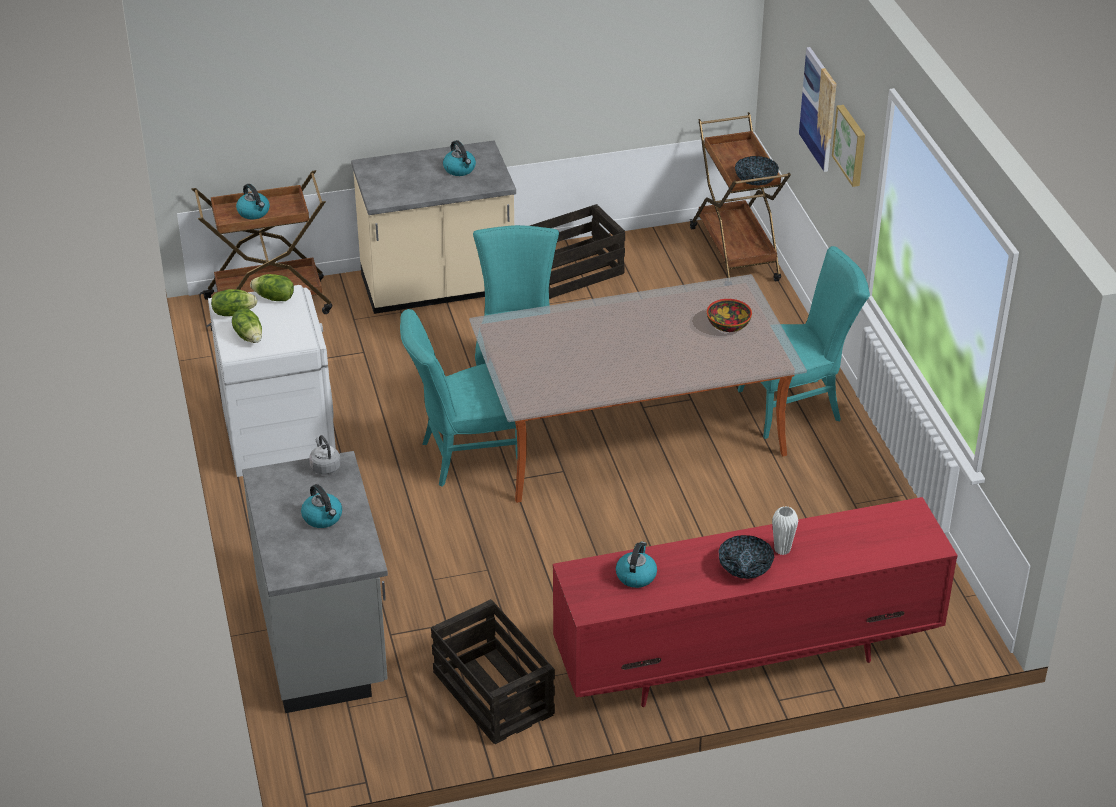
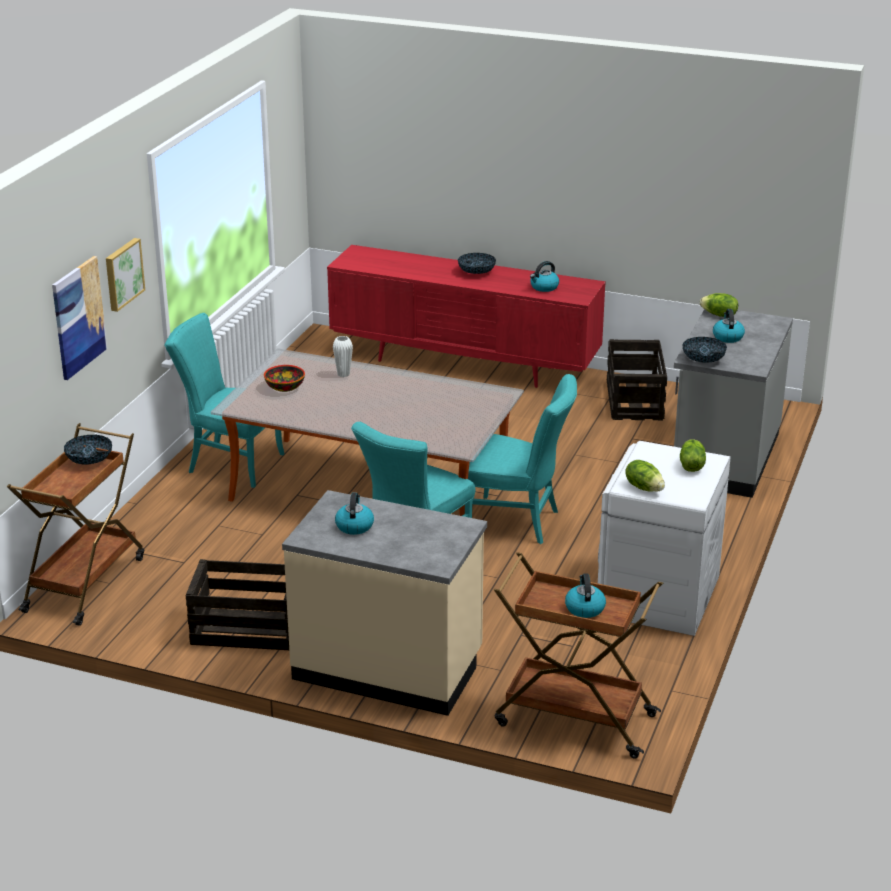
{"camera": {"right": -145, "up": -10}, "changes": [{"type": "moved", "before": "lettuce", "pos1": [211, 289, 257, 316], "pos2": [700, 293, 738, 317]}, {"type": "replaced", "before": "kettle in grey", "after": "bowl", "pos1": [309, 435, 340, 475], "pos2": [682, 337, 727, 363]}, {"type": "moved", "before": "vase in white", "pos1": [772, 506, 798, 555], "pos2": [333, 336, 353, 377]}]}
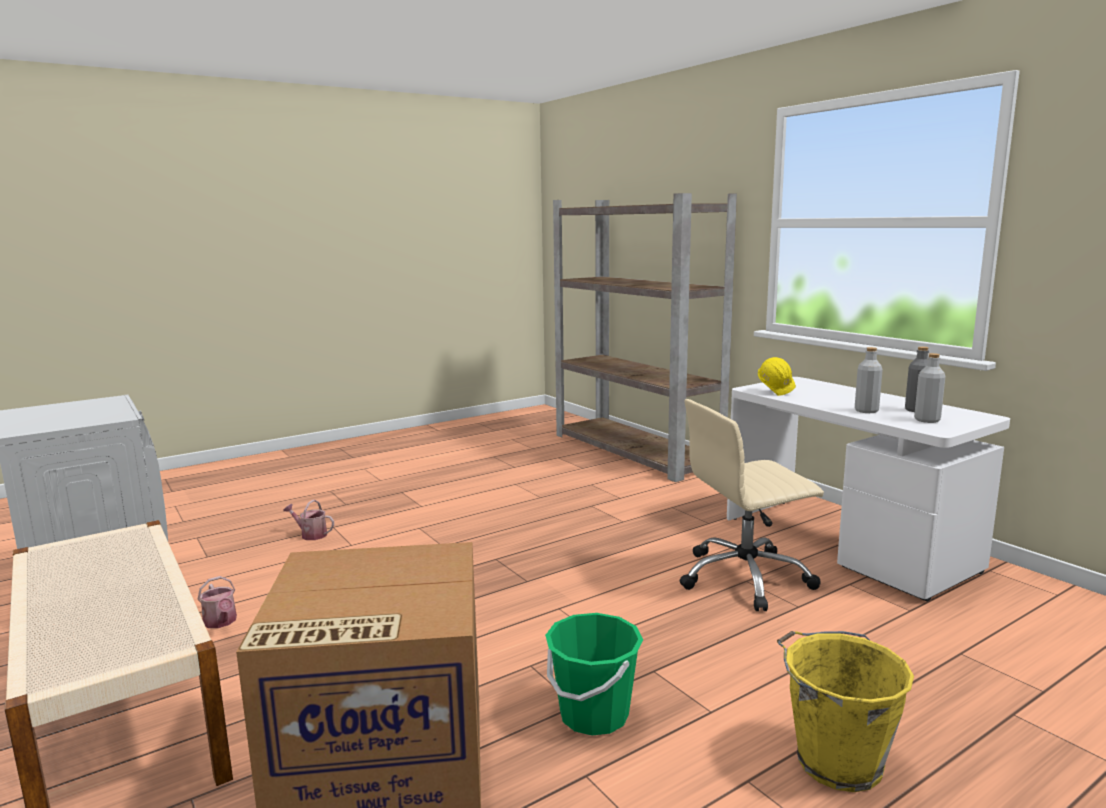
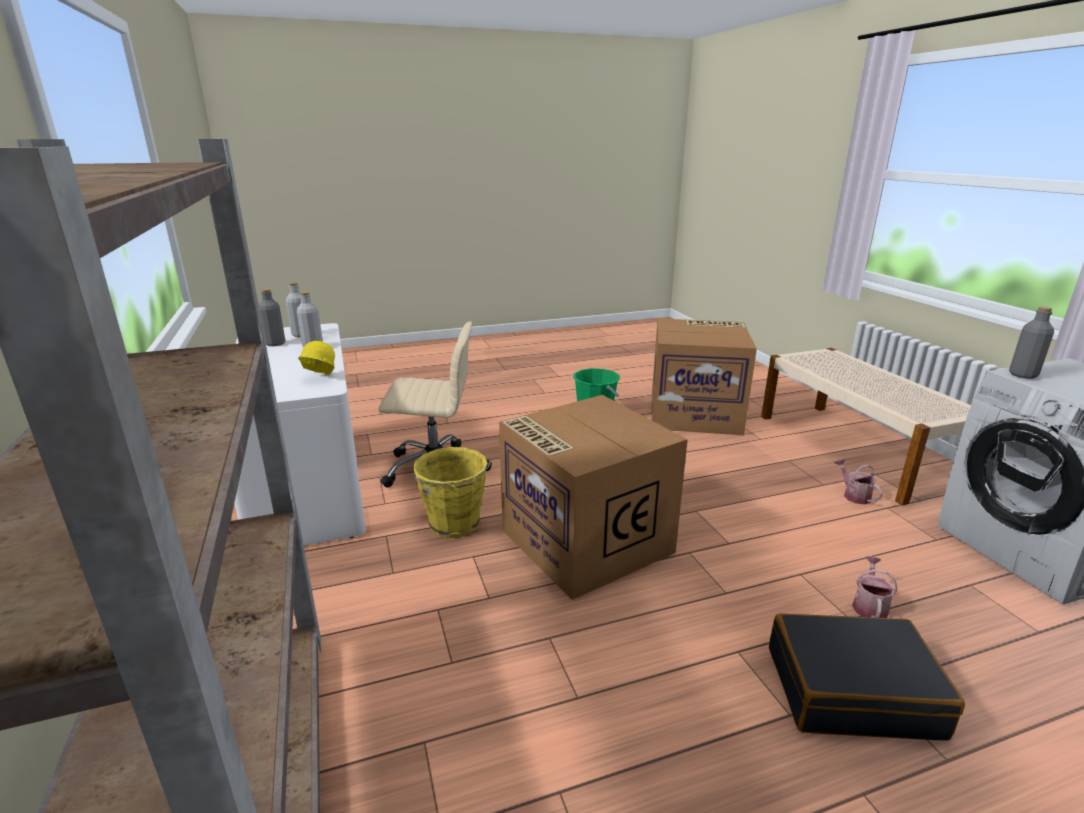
{"camera": {"right": -165, "up": 10}, "changes": [{"type": "turned", "before": "watering can", "pos1": [283, 500, 334, 540], "pos2": [852, 556, 897, 618], "turn": -105}, {"type": "moved", "before": "bucket in yellow", "pos1": [777, 631, 914, 792], "pos2": [413, 447, 491, 538]}, {"type": "added", "after": "cardboard box", "pos2": [499, 395, 688, 600]}, {"type": "added", "after": "suitcase in black", "pos2": [769, 614, 965, 740]}, {"type": "added", "after": "bottle in grey", "pos2": [1009, 306, 1054, 379]}]}
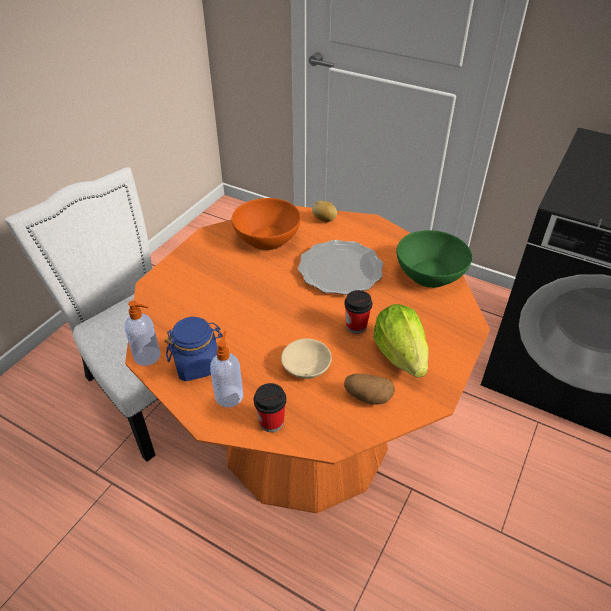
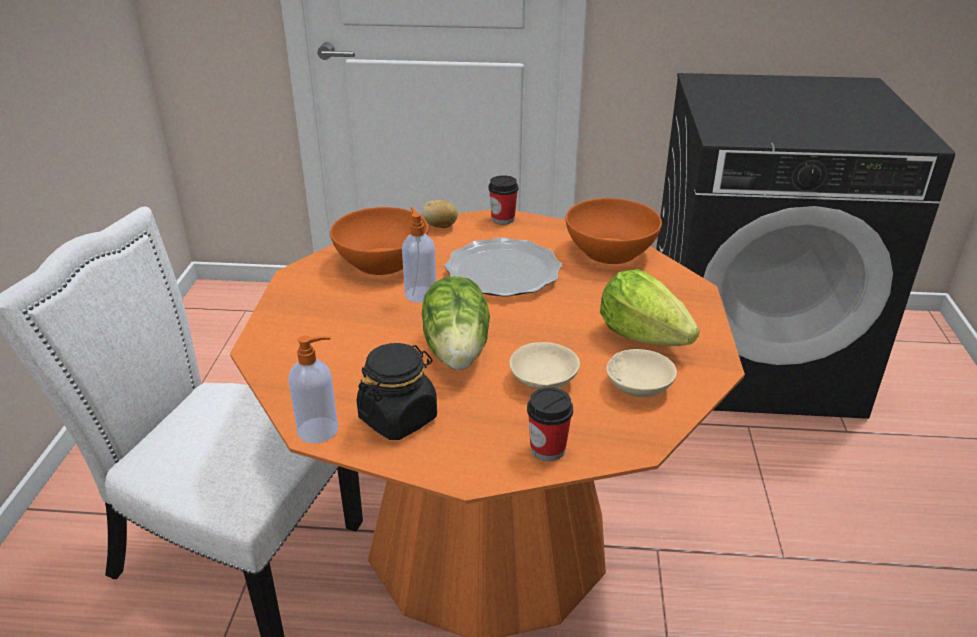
{"camera": {"right": -25, "up": -10}, "changes": [{"type": "recoloured", "before": "jar in blue", "after": "jar in black", "pos1": [165, 317, 223, 381], "pos2": [357, 343, 437, 440]}, {"type": "moved", "before": "soap dispenser", "pos1": [210, 331, 243, 408], "pos2": [402, 207, 436, 303]}, {"type": "moved", "before": "cup", "pos1": [344, 290, 372, 334], "pos2": [488, 175, 518, 224]}, {"type": "replaced", "before": "potato", "after": "bowl in beige", "pos1": [344, 374, 395, 405], "pos2": [606, 349, 677, 397]}, {"type": "recoloured", "before": "bowl in green", "after": "bowl in orange", "pos1": [397, 230, 472, 288], "pos2": [565, 198, 662, 264]}, {"type": "added", "after": "lettuce", "pos2": [422, 276, 490, 370]}]}
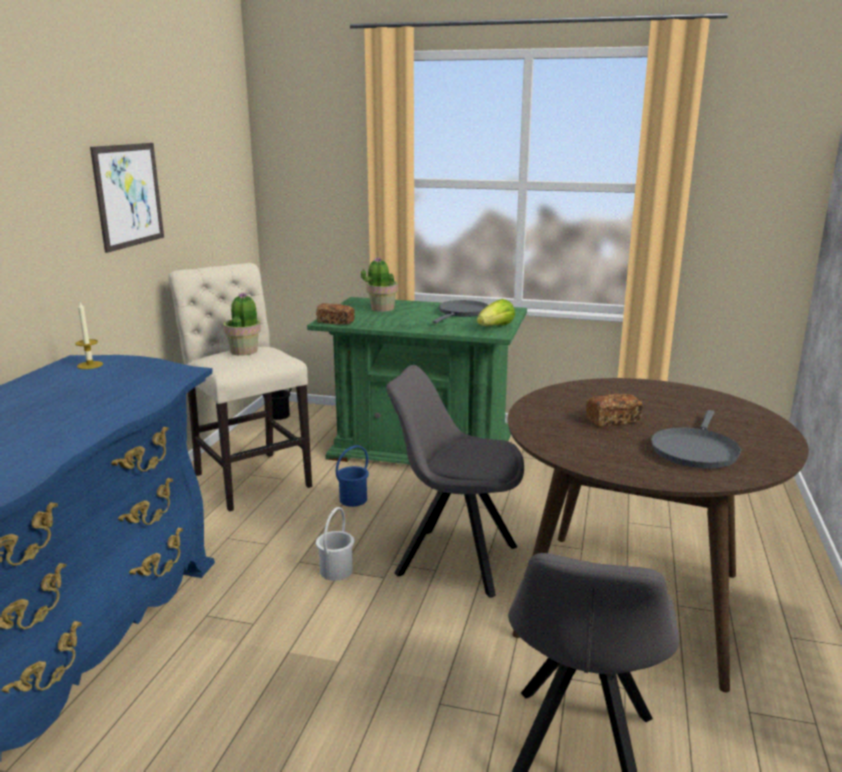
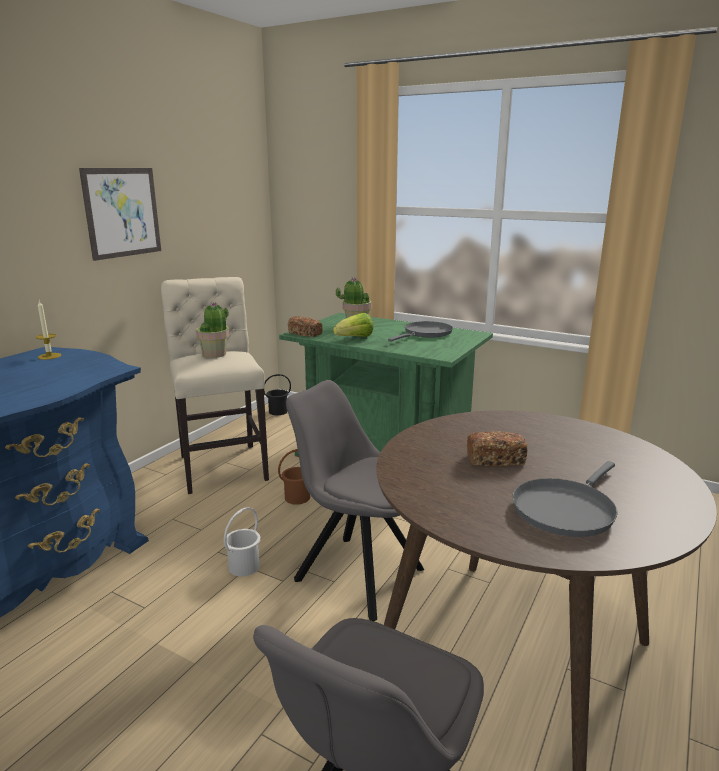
{"camera": {"right": 15, "up": 0}, "changes": [{"type": "recoloured", "before": "bucket in blue", "after": "bucket in brown", "pos1": [336, 445, 369, 507], "pos2": [278, 449, 310, 505]}, {"type": "moved", "before": "lettuce", "pos1": [477, 299, 515, 326], "pos2": [333, 313, 373, 337]}]}
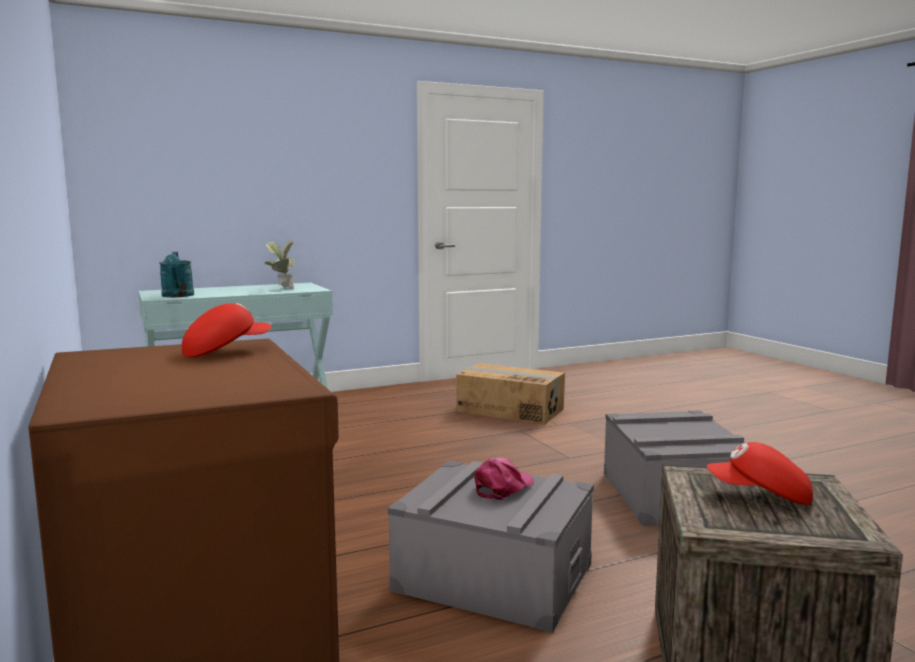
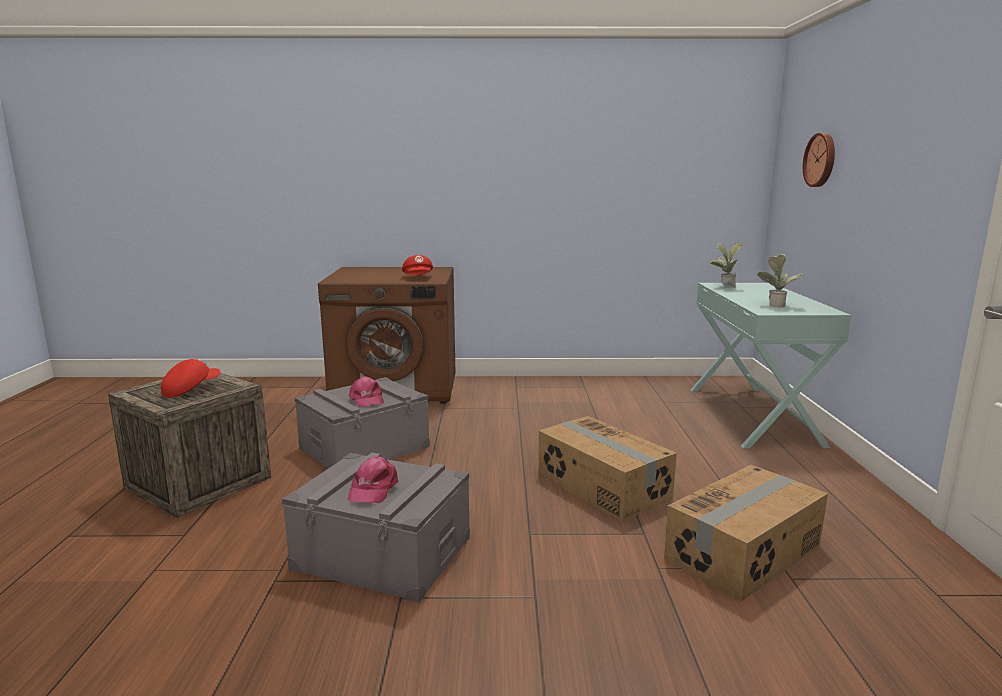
{"camera": {"right": 115, "up": 5}, "changes": [{"type": "replaced", "before": "watering can in turquoise", "after": "potted plant", "pos1": [159, 252, 194, 297], "pos2": [710, 242, 743, 288]}, {"type": "added", "after": "cap in pink", "pos2": [348, 456, 398, 503]}, {"type": "added", "after": "cardboard box", "pos2": [539, 416, 677, 522]}, {"type": "added", "after": "wall clock", "pos2": [803, 133, 835, 187]}]}
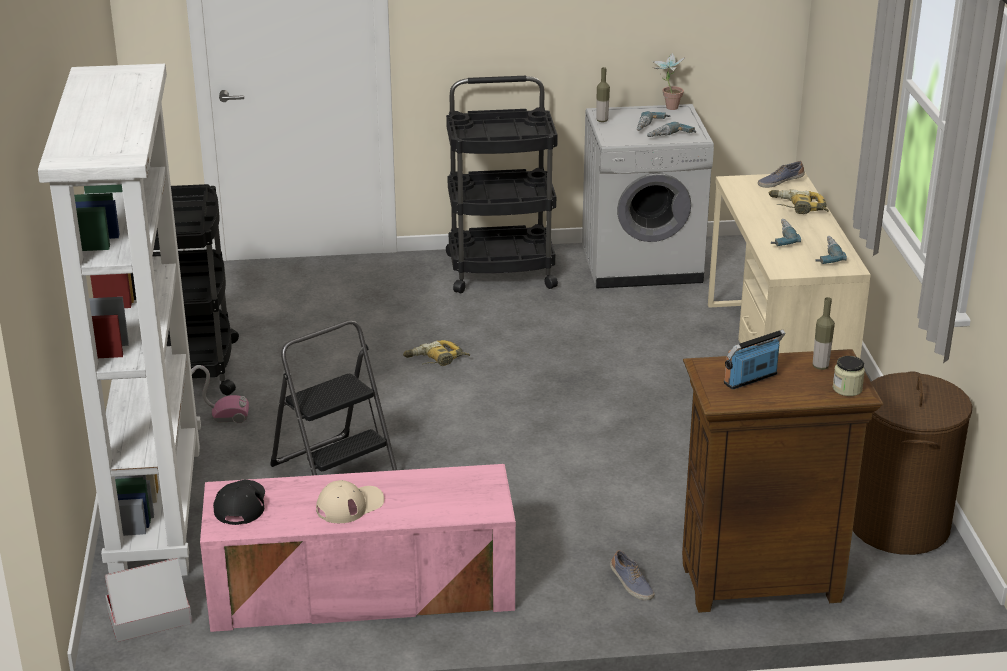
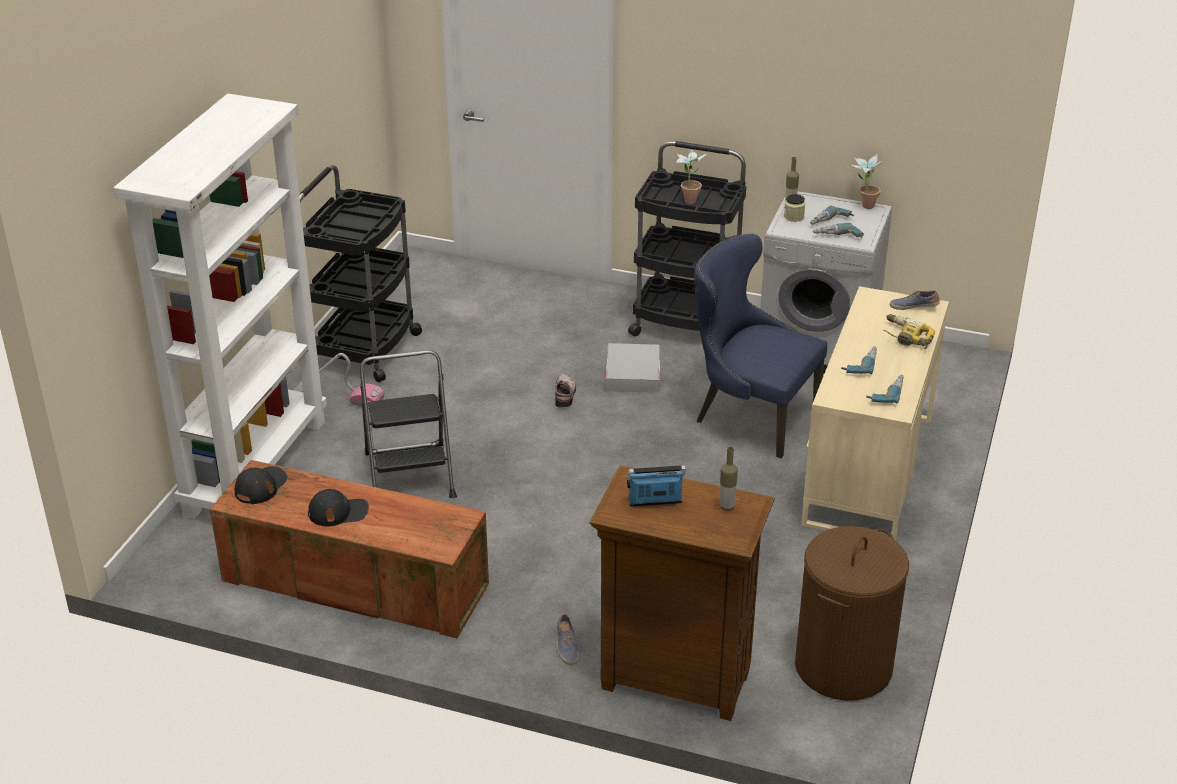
{"camera": {"right": 25, "up": 5}, "changes": [{"type": "moved", "before": "cardboard box", "pos1": [105, 558, 192, 642], "pos2": [606, 343, 660, 392]}, {"type": "recoloured", "before": "bench in pink", "after": "bench in brown", "pos1": [200, 464, 516, 632], "pos2": [210, 460, 489, 638]}, {"type": "recoloured", "before": "cap in beige", "after": "cap in black", "pos1": [316, 480, 384, 523], "pos2": [308, 489, 369, 526]}, {"type": "replaced", "before": "power drill", "after": "shoe", "pos1": [403, 340, 470, 366], "pos2": [555, 374, 576, 408]}, {"type": "moved", "before": "jar", "pos1": [833, 356, 865, 396], "pos2": [784, 194, 805, 222]}, {"type": "added", "after": "potted plant", "pos2": [676, 150, 707, 204]}, {"type": "added", "after": "chair in blue", "pos2": [694, 234, 827, 458]}]}
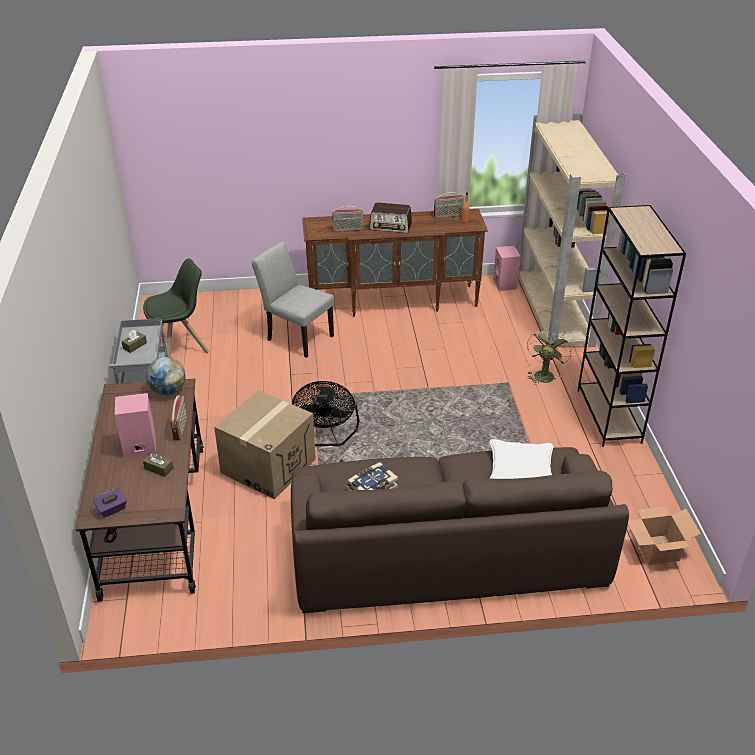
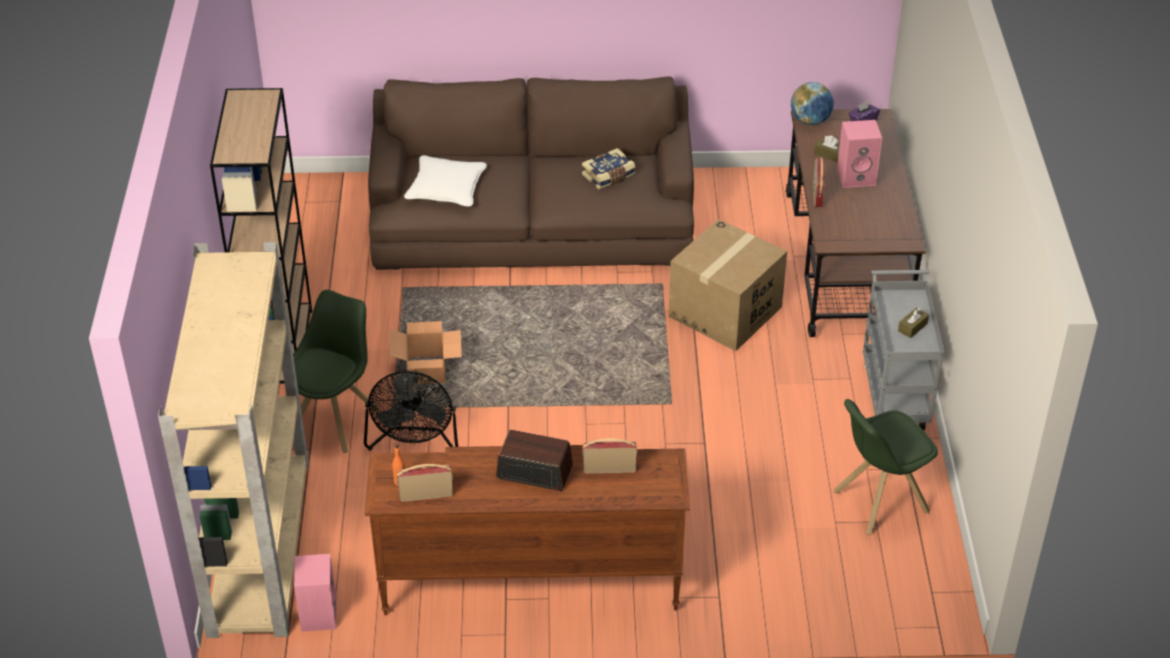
{"camera": {"right": -175, "up": 5}, "changes": [{"type": "moved", "before": "globe", "pos1": [146, 357, 185, 395], "pos2": [791, 82, 834, 125]}, {"type": "removed", "before": "chair in grey", "pos1": [251, 242, 334, 358]}, {"type": "moved", "before": "fan in black", "pos1": [292, 381, 359, 462], "pos2": [364, 370, 458, 451]}, {"type": "replaced", "before": "fan in green", "after": "chair in green", "pos1": [527, 328, 572, 385], "pos2": [293, 290, 379, 453]}, {"type": "moved", "before": "cardboard box", "pos1": [628, 506, 701, 565], "pos2": [389, 321, 462, 384]}]}
